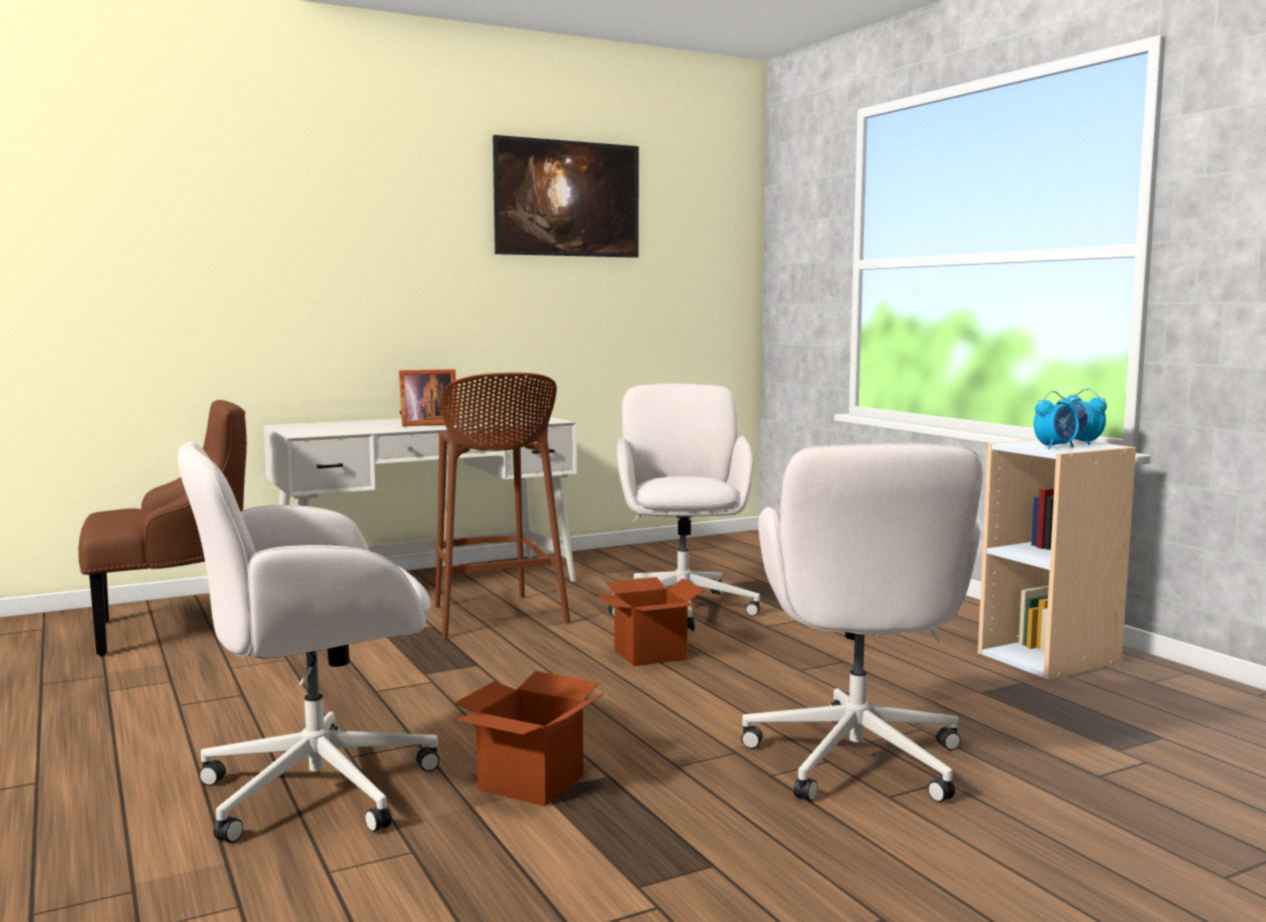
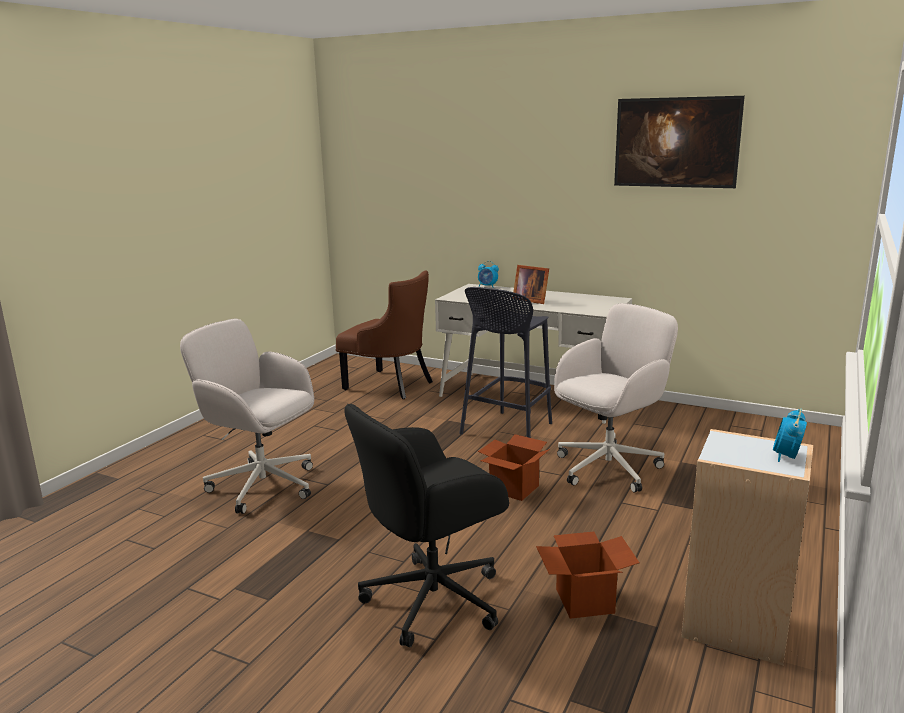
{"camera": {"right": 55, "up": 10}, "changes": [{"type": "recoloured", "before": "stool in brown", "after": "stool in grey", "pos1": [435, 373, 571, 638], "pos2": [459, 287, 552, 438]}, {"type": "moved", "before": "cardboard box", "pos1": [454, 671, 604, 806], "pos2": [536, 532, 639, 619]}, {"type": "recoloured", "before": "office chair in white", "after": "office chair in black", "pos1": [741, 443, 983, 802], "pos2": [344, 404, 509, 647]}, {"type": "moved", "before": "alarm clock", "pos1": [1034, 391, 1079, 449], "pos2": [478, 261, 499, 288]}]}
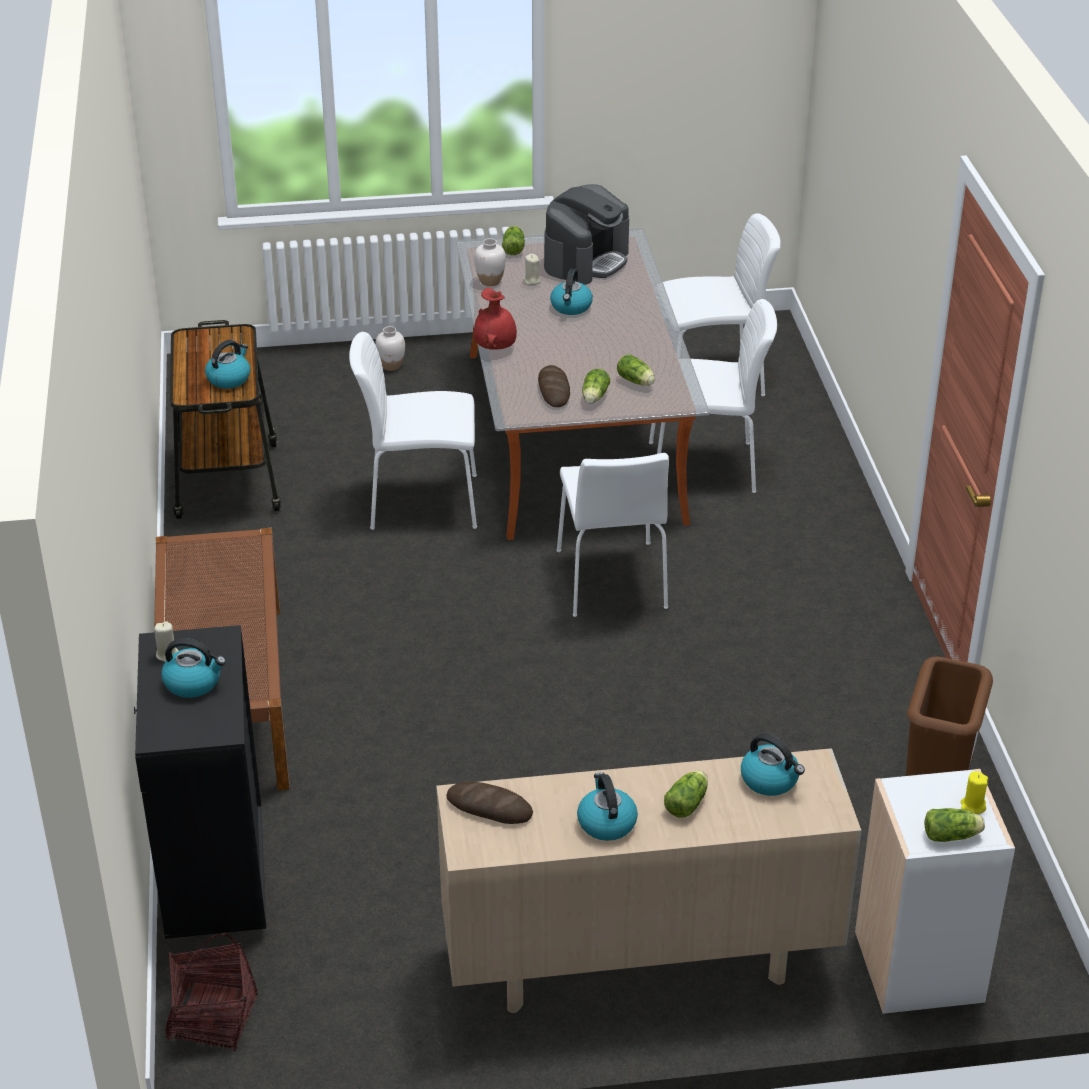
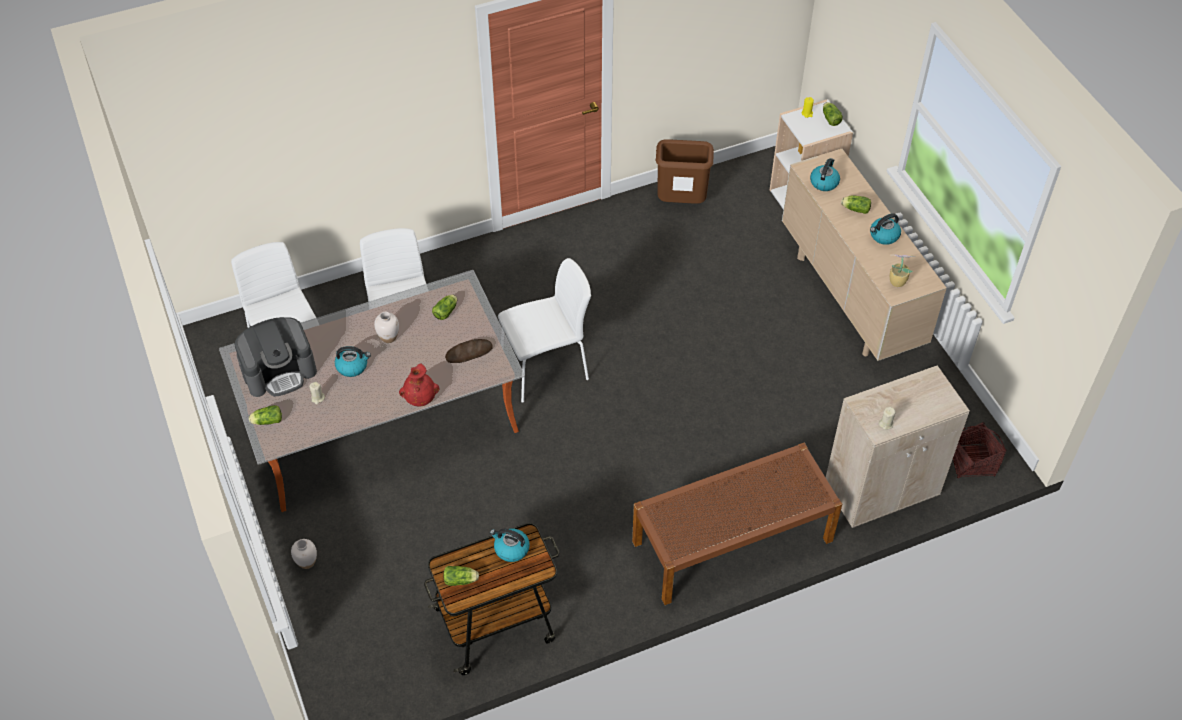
{"camera": {"right": -105, "up": 15}, "changes": [{"type": "recoloured", "before": "cabinet in black", "after": "cabinet in beige", "pos1": [134, 625, 266, 939], "pos2": [826, 365, 970, 528]}, {"type": "removed", "before": "kettle", "pos1": [161, 638, 226, 698]}, {"type": "removed", "before": "chair in white", "pos1": [349, 332, 477, 530]}, {"type": "replaced", "before": "bread", "after": "potted plant", "pos1": [446, 782, 533, 824], "pos2": [890, 254, 915, 287]}, {"type": "moved", "before": "vase in white", "pos1": [474, 238, 506, 286], "pos2": [374, 312, 399, 343]}, {"type": "turned", "before": "coffee machine", "pos1": [544, 184, 629, 285], "pos2": [234, 317, 317, 397], "turn": 135}, {"type": "moved", "before": "lettuce", "pos1": [582, 369, 610, 403], "pos2": [443, 566, 479, 586]}]}
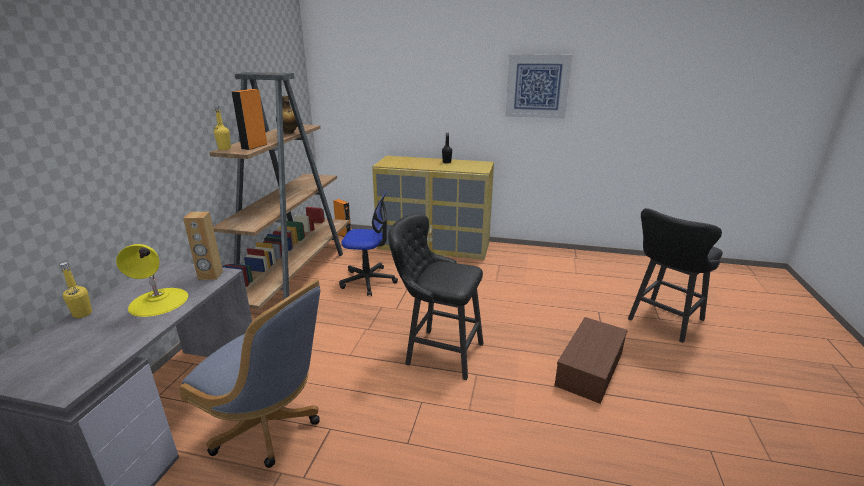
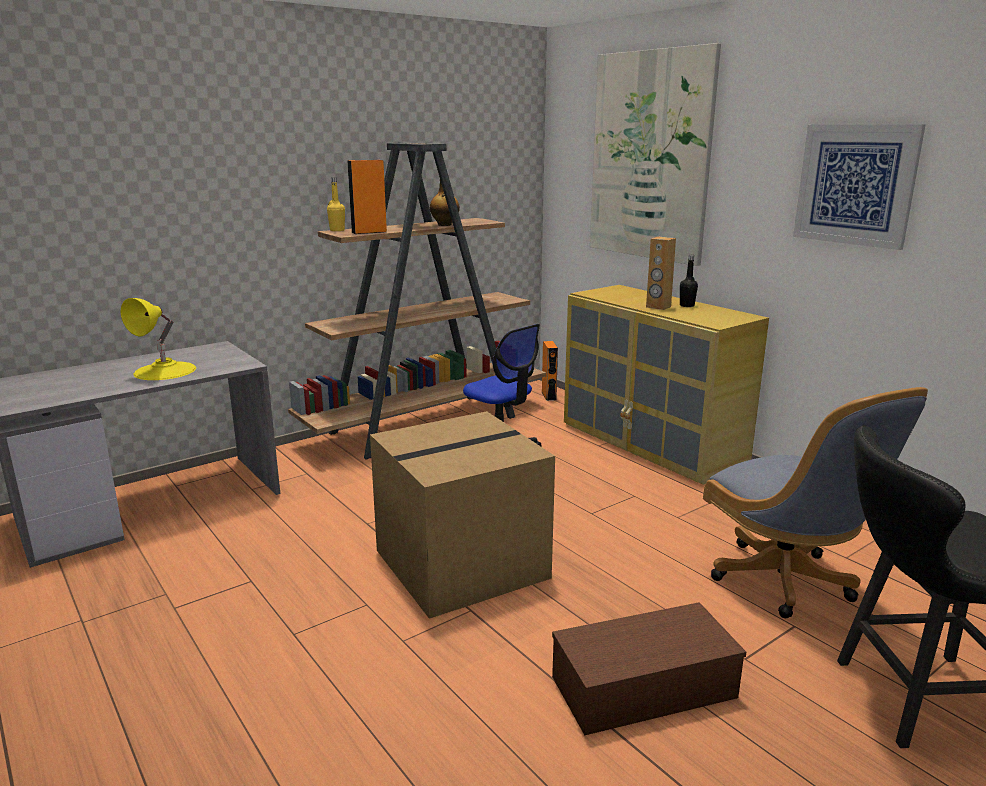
{"camera": {"right": 40, "up": -5}, "changes": [{"type": "removed", "before": "bottle in yellow", "pos1": [60, 262, 92, 318]}, {"type": "moved", "before": "office chair in blue", "pos1": [179, 279, 320, 468], "pos2": [703, 387, 928, 618]}, {"type": "moved", "before": "speaker in brown", "pos1": [183, 211, 223, 280], "pos2": [646, 237, 676, 310]}, {"type": "replaced", "before": "stool in black", "after": "cardboard box", "pos1": [388, 213, 484, 380], "pos2": [370, 411, 555, 619]}, {"type": "added", "after": "picture", "pos2": [590, 43, 721, 266]}]}
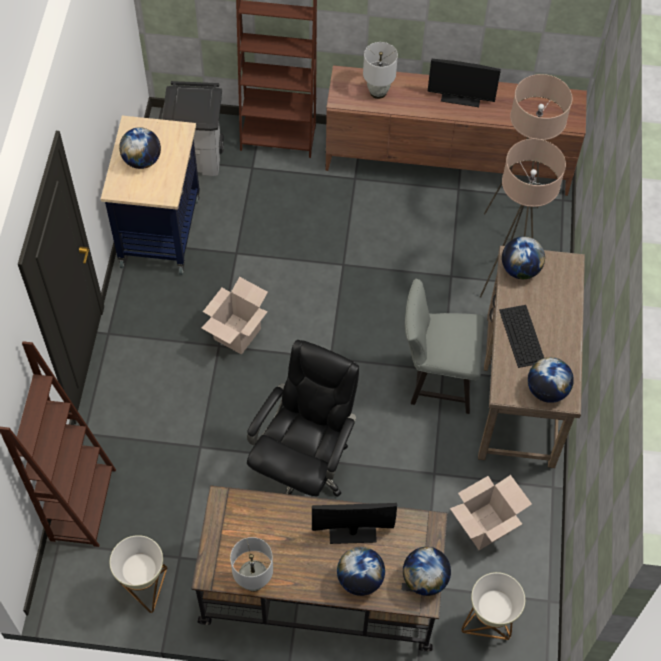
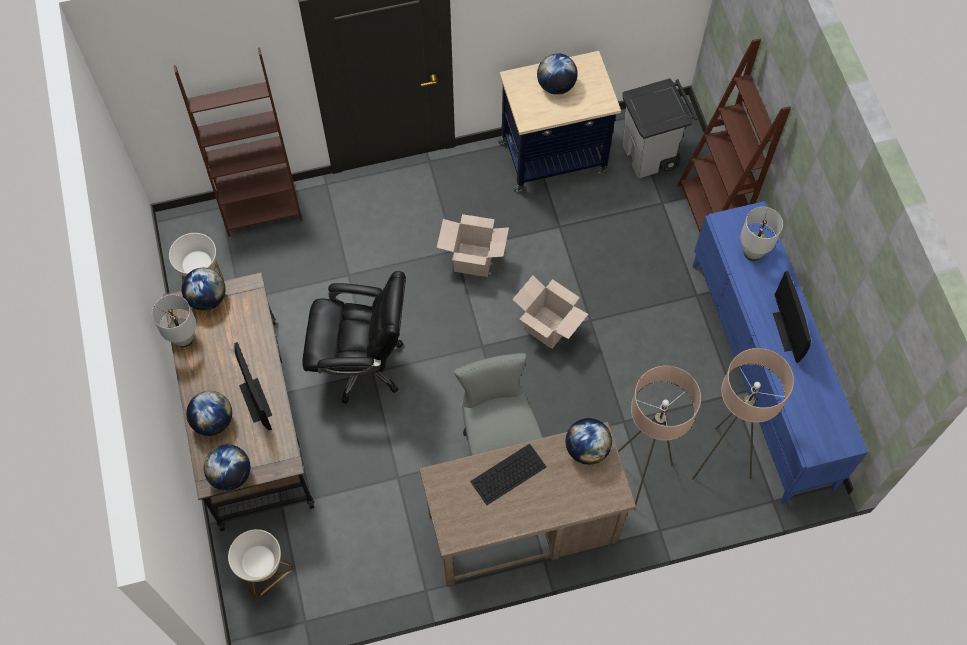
{"camera": {"right": 70, "up": 5}, "changes": [{"type": "recoloured", "before": "cabinet in brown", "after": "cabinet in blue", "pos1": [326, 65, 587, 196], "pos2": [693, 201, 868, 504]}, {"type": "moved", "before": "cardboard box", "pos1": [450, 475, 532, 550], "pos2": [512, 275, 588, 349]}, {"type": "moved", "before": "globe", "pos1": [528, 357, 574, 403], "pos2": [181, 268, 226, 311]}]}
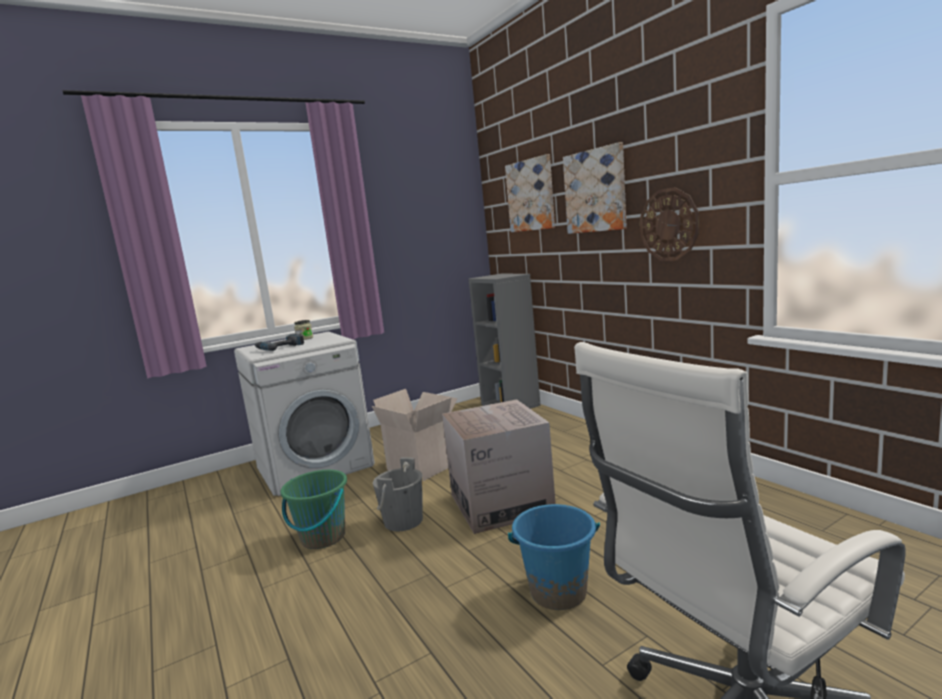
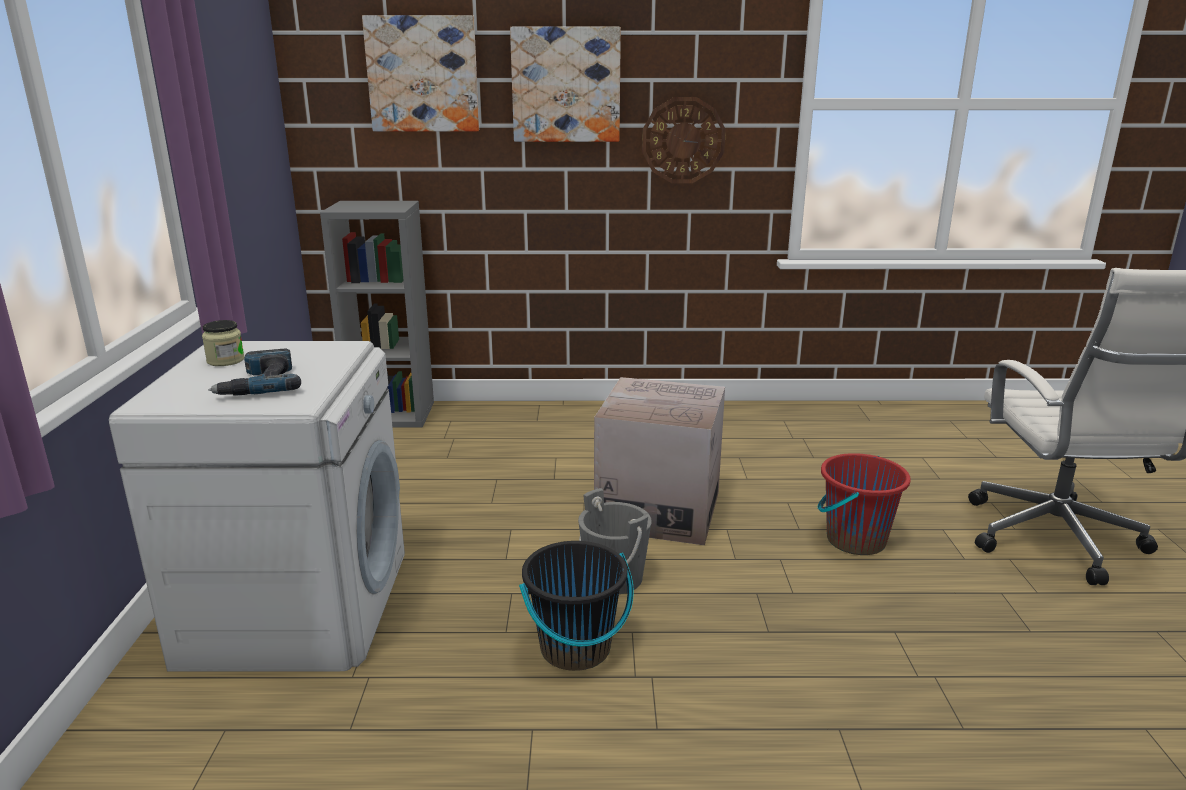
{"camera": {"right": -60, "up": 10}, "changes": [{"type": "recoloured", "before": "bucket in green", "after": "bucket in black", "pos1": [280, 470, 347, 549], "pos2": [519, 541, 634, 671]}, {"type": "removed", "before": "cardboard box", "pos1": [372, 389, 458, 481]}, {"type": "recoloured", "before": "bucket in blue", "after": "bucket in red", "pos1": [508, 504, 600, 610], "pos2": [818, 453, 911, 555]}]}
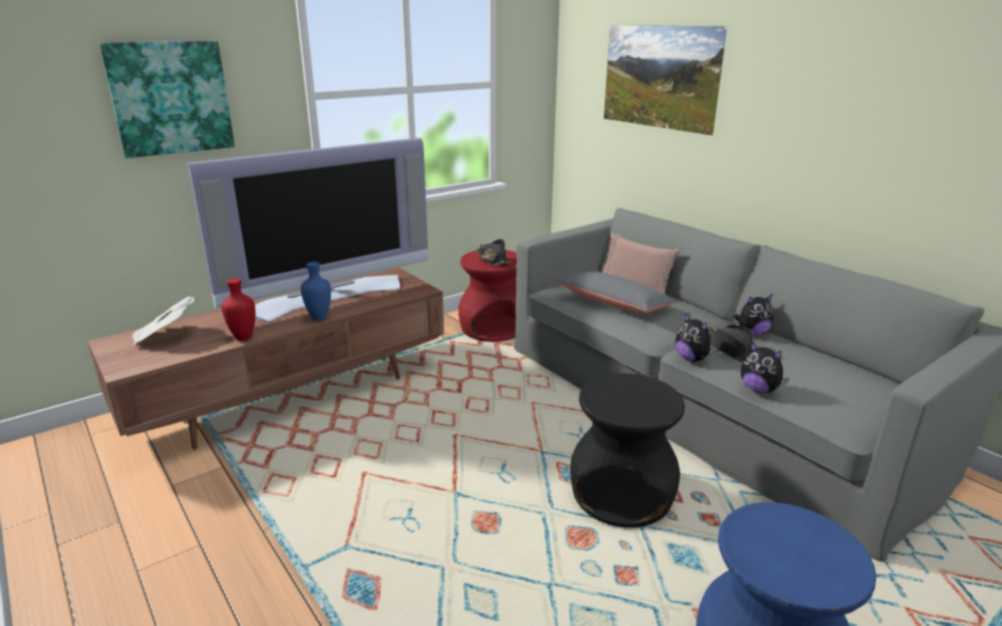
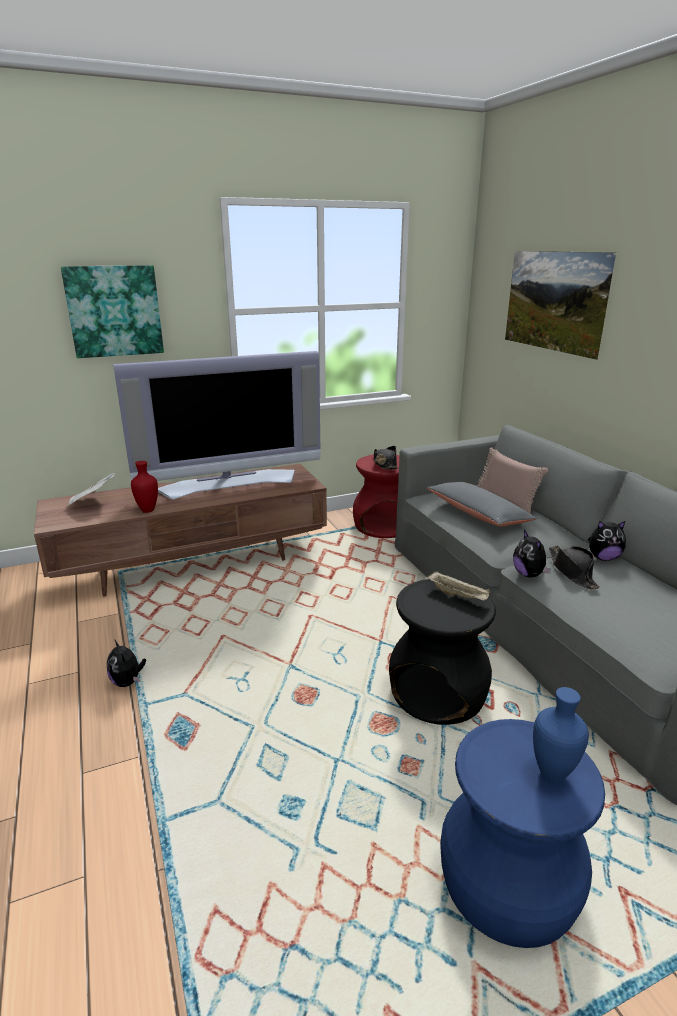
{"camera": {"right": 15, "up": 0}, "changes": [{"type": "moved", "before": "vase in blue", "pos1": [301, 262, 331, 321], "pos2": [533, 687, 589, 782]}, {"type": "moved", "before": "plush toy", "pos1": [741, 341, 790, 393], "pos2": [107, 639, 146, 687]}, {"type": "added", "after": "tray in beige", "pos2": [427, 571, 490, 601]}]}
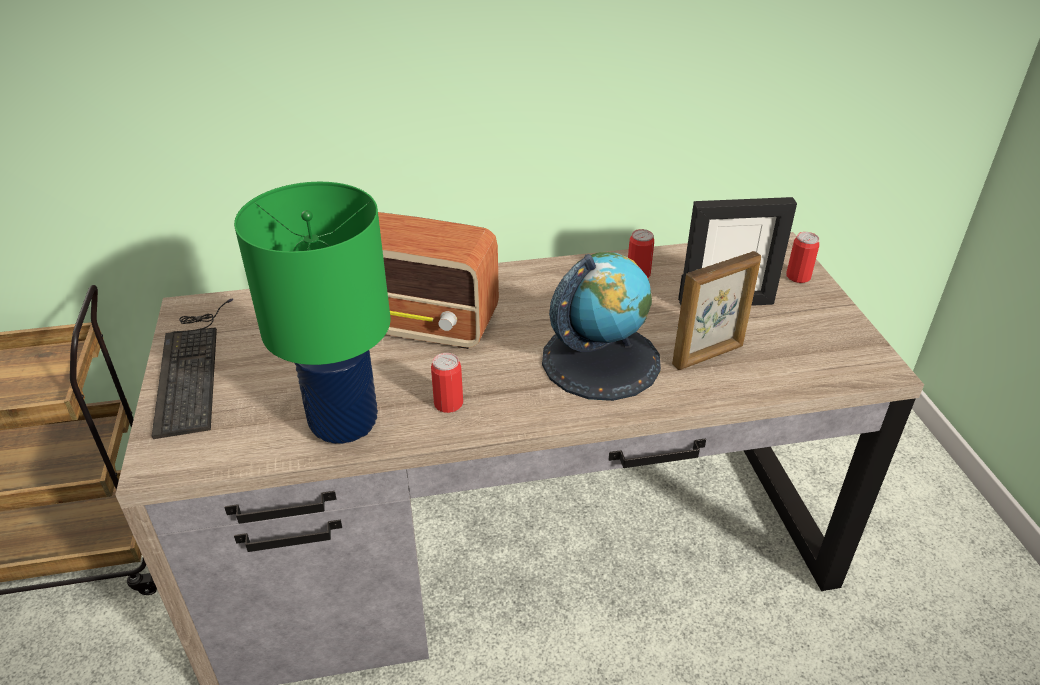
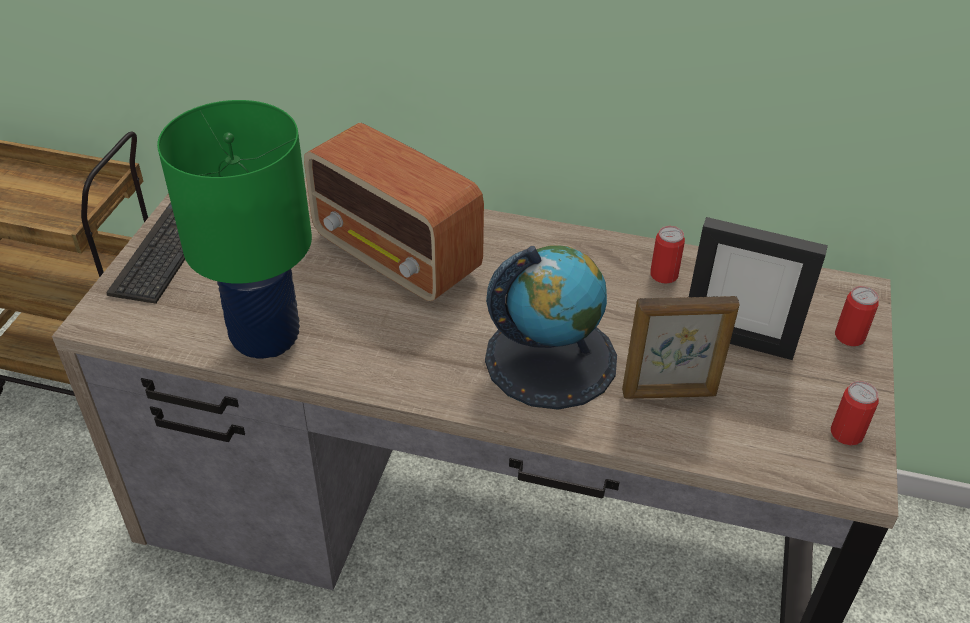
{"camera": {"right": 25, "up": 5}, "changes": [{"type": "moved", "before": "can", "pos1": [431, 353, 463, 413], "pos2": [831, 381, 879, 445]}]}
